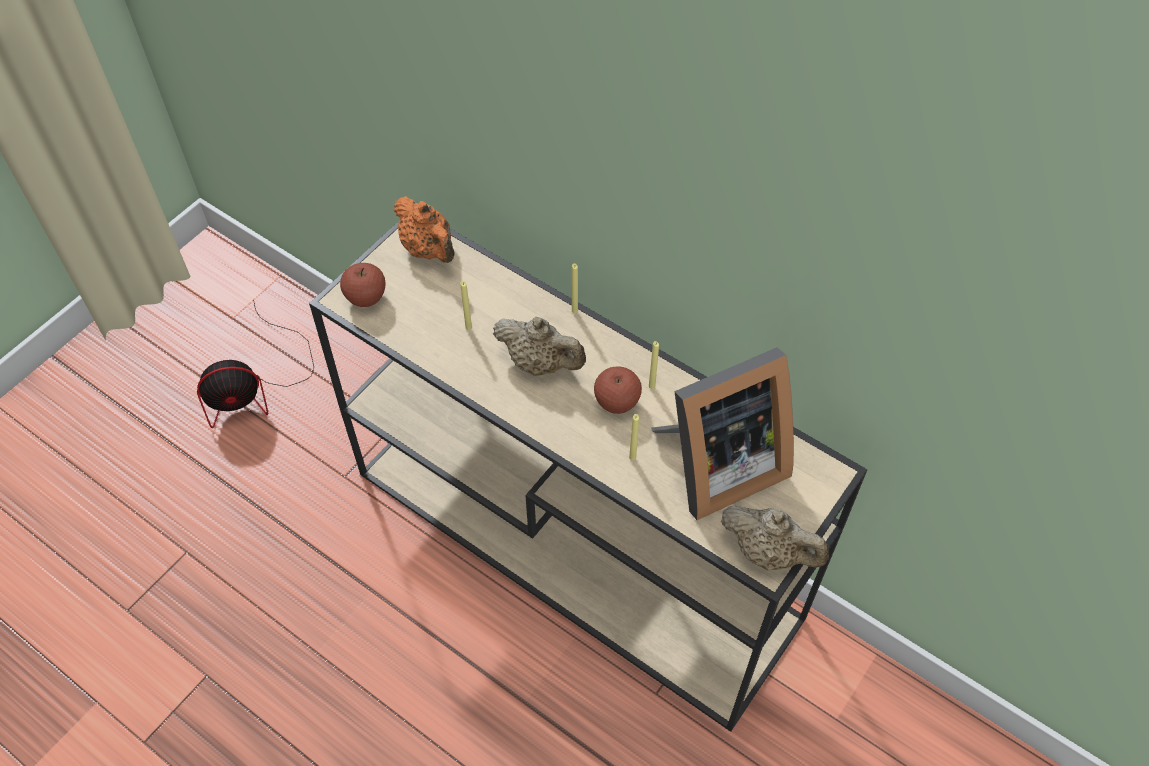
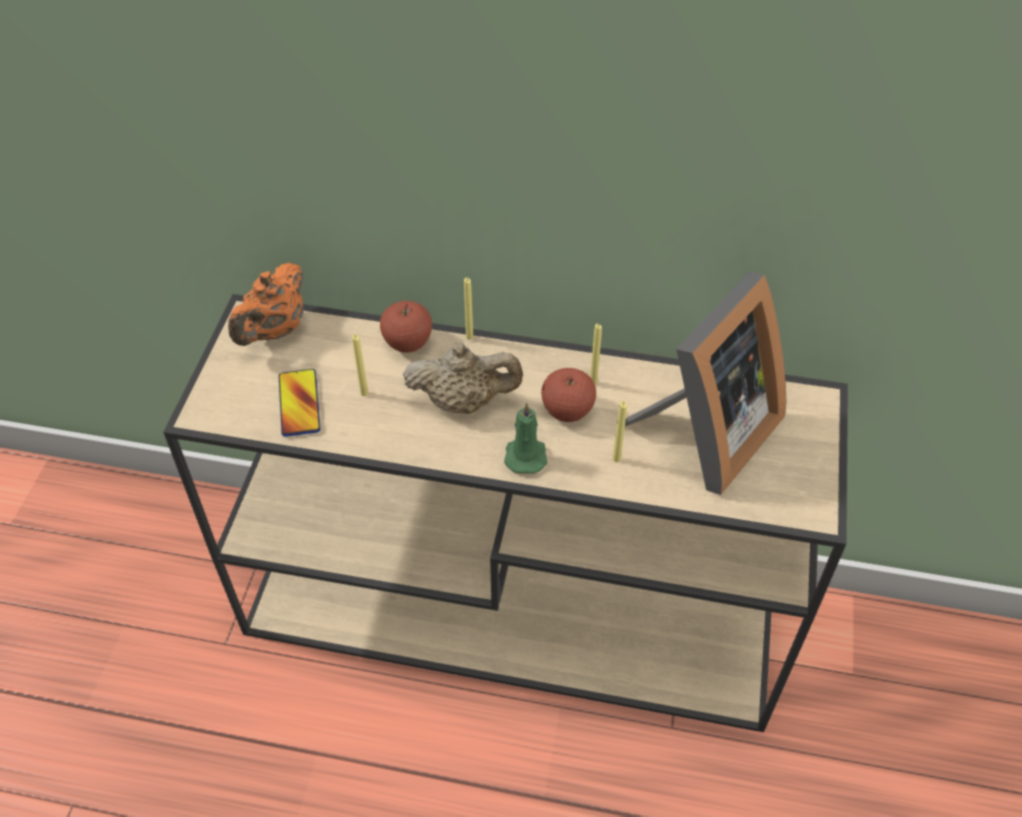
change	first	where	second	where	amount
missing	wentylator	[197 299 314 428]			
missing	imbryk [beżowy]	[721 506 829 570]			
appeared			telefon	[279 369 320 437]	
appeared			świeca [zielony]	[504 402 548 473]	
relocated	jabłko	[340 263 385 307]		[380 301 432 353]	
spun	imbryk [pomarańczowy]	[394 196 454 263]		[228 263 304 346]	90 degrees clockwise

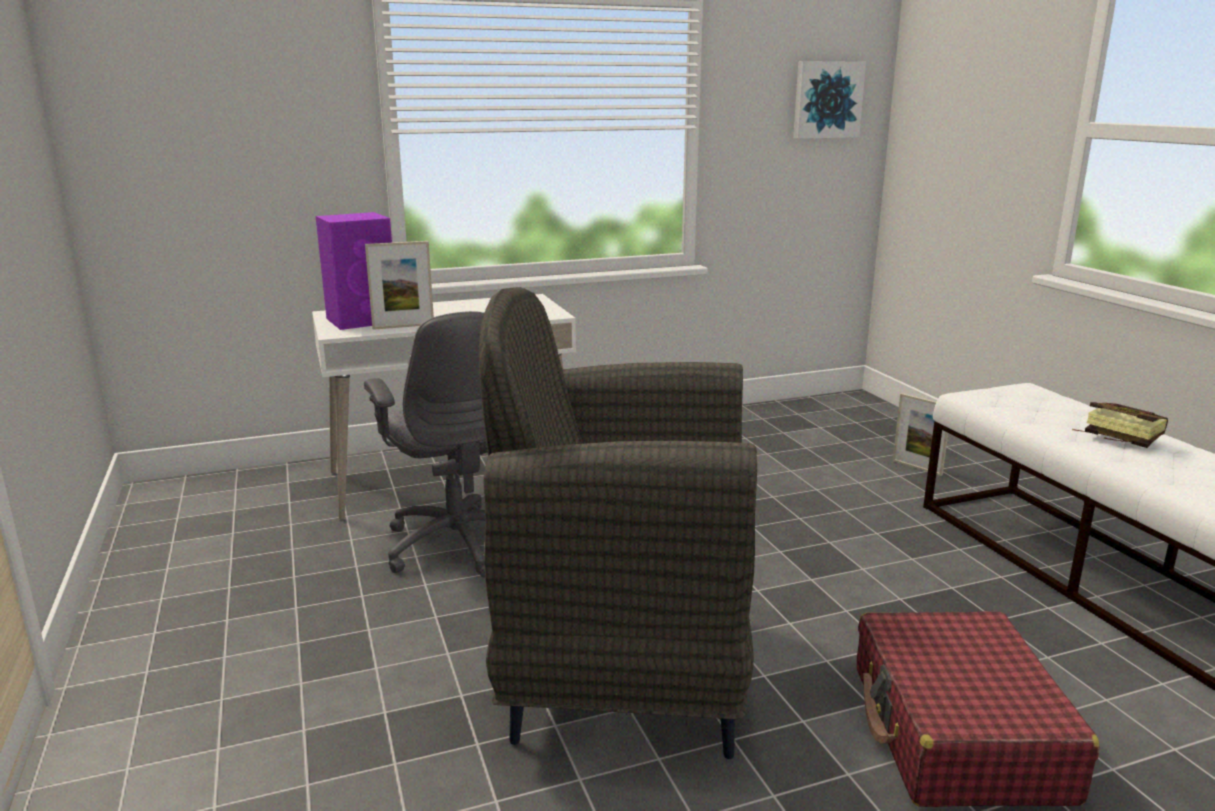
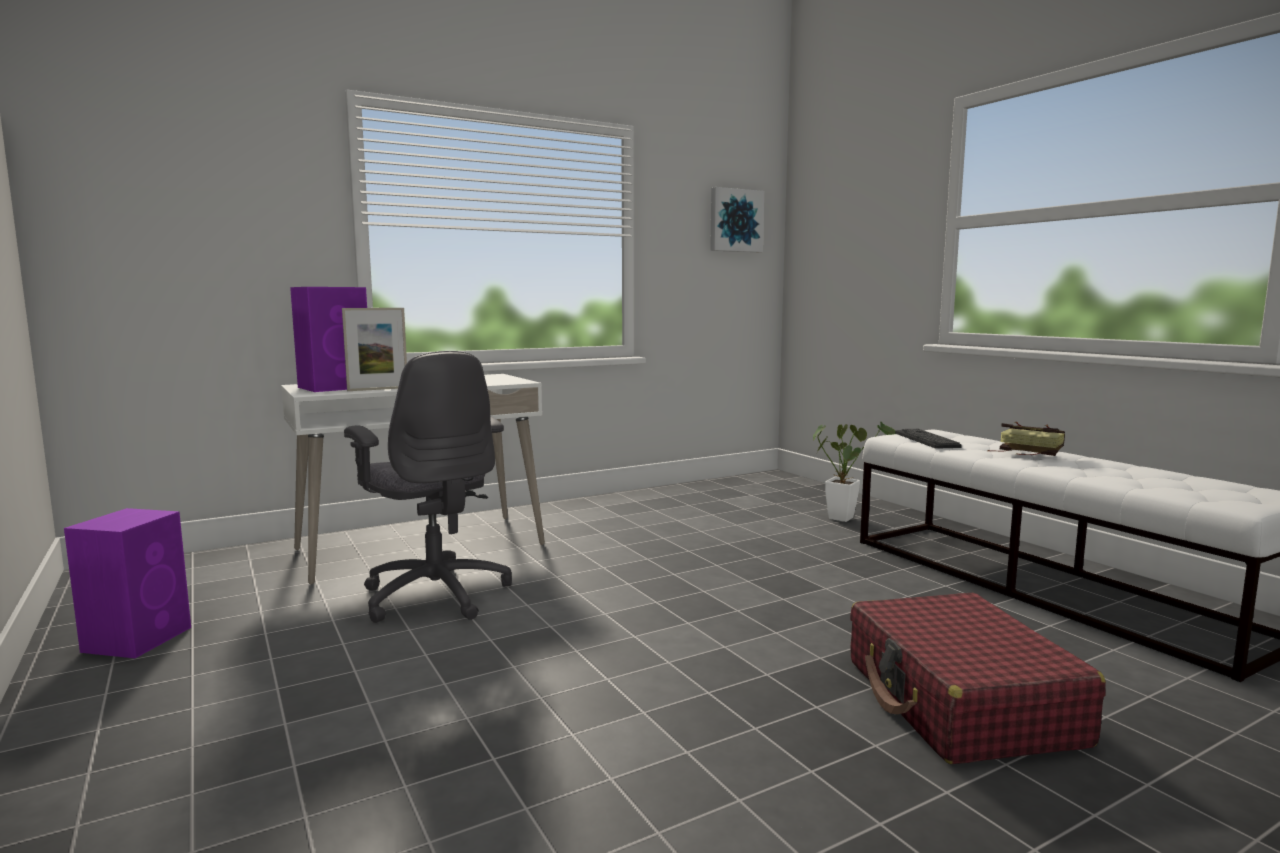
change	first	where	second	where	amount
missing	fotel [szary]	[478 287 757 759]			
appeared			głośnik [fioletowy]	[64 508 191 658]	
appeared			klawiatura	[895 429 962 449]	
exchanged	ramka na zdjęcie	[893 393 948 476]	roślina doniczkowa	[813 422 895 522]	

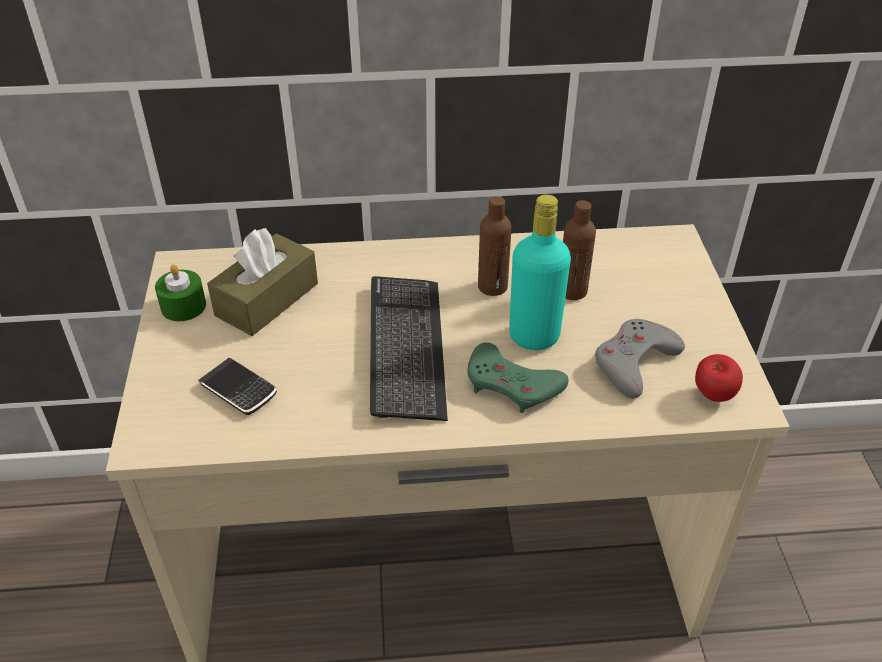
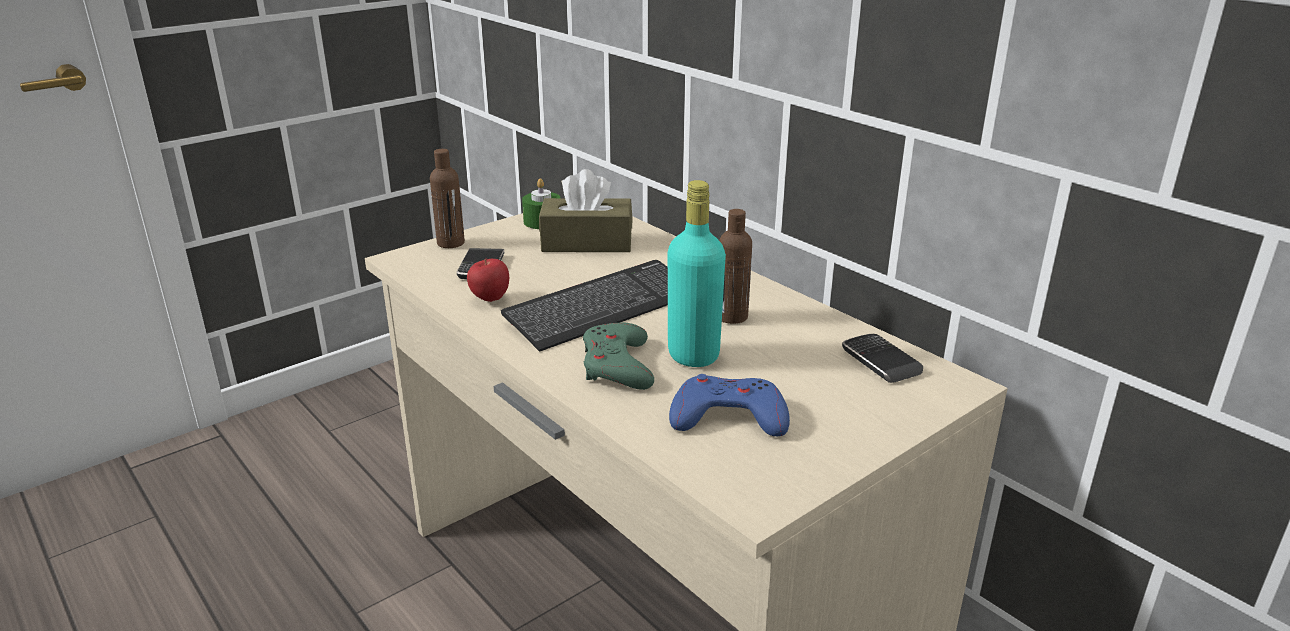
change	first	where	second	where	amount
appeared			telefon	[842 334 923 383]	
relocated	butelka [brązowy]	[563 200 596 300]		[430 149 465 248]	
relocated	jabłko	[695 354 743 402]		[467 259 509 302]	
colour	pad do gier [szary]	[595 319 685 398]	pad do gier [niebieski]	[669 374 790 436]	

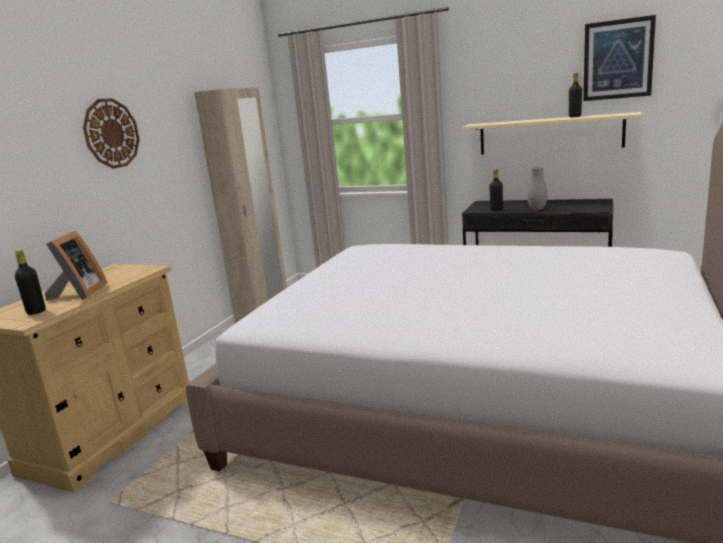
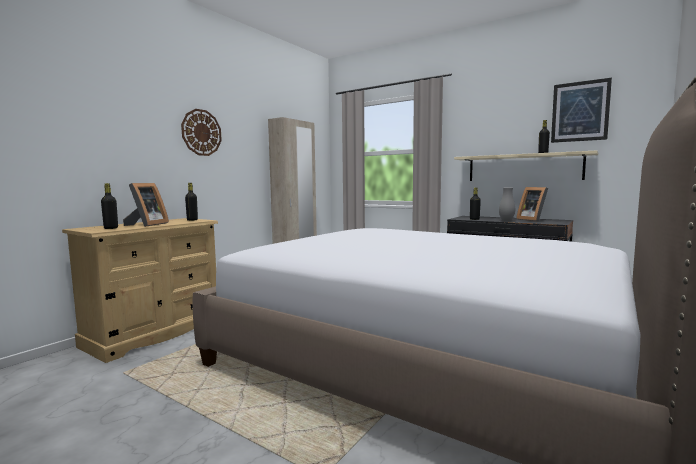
change	first	where	second	where	amount
appeared			butelka [czarny]	[185 183 198 221]	
appeared			ramka na zdjęcie	[516 187 548 222]	

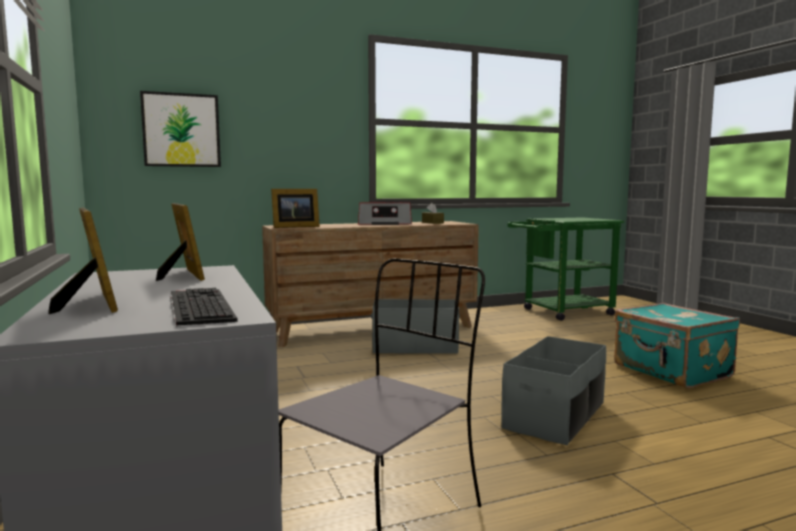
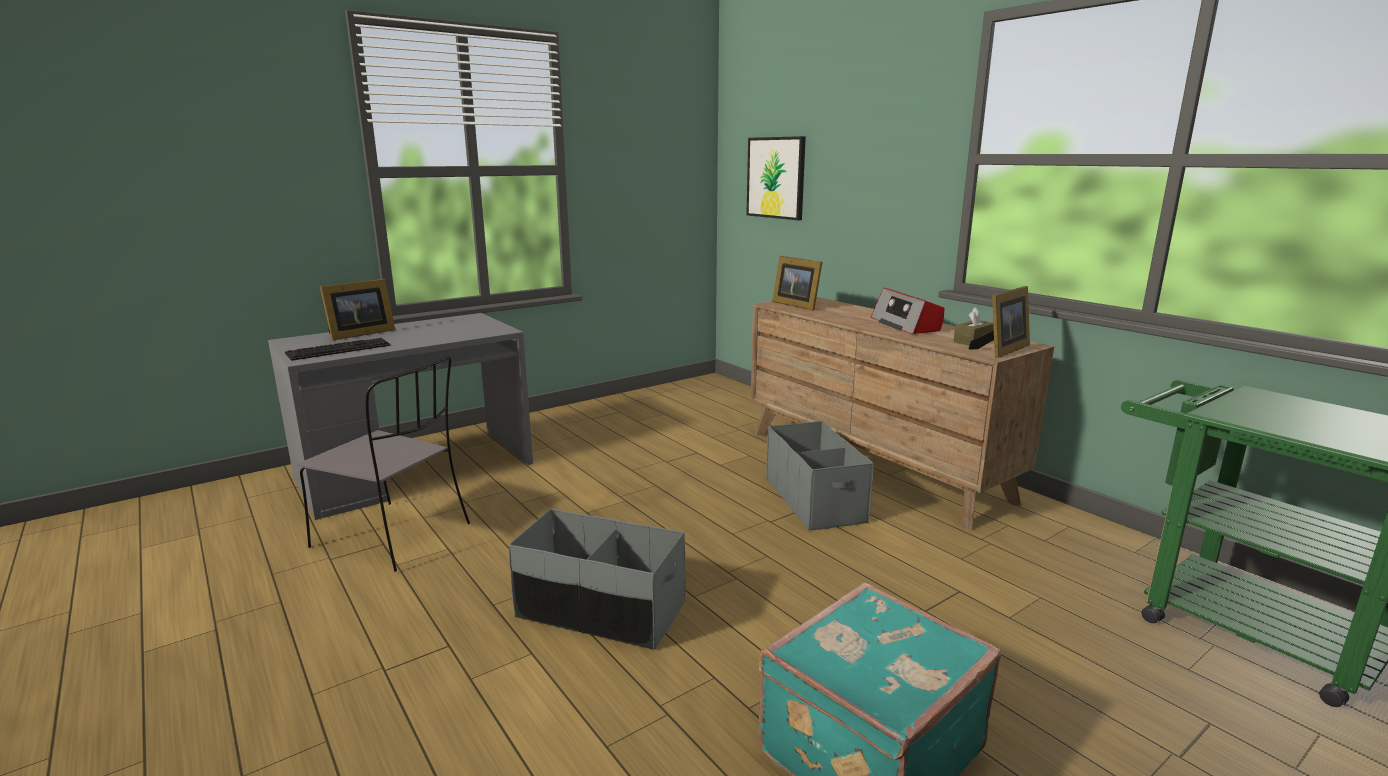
change	first	where	second	where	amount
relocated	ramka na zdjęcie	[156 203 205 281]		[968 286 1030 358]	

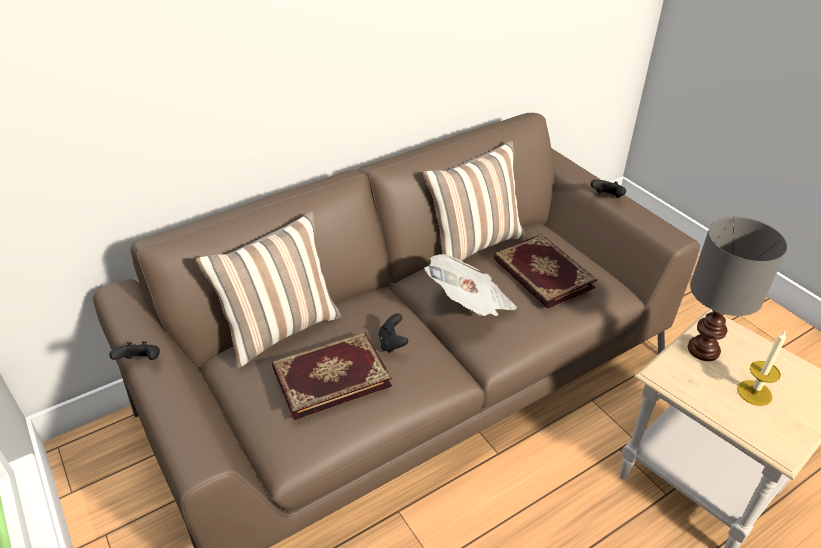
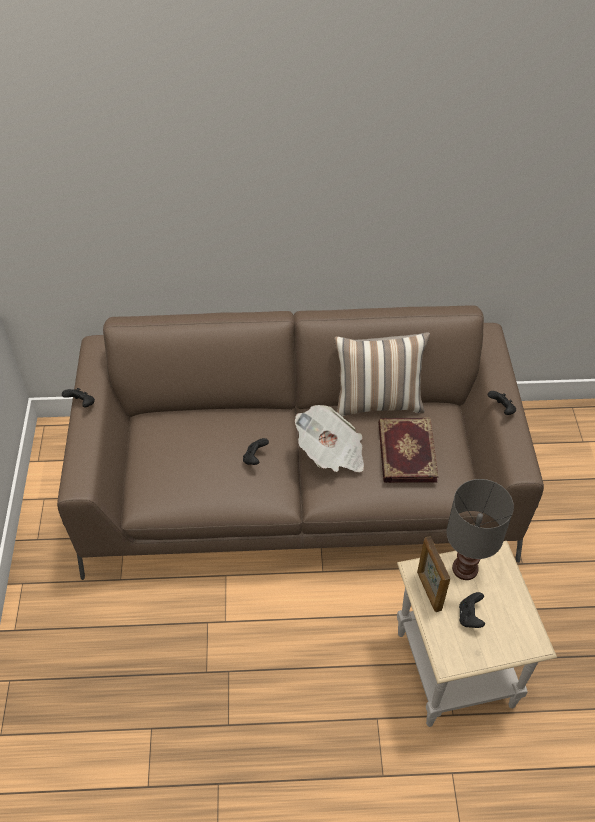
change	first	where	second	where	amount
missing	poduszka	[196 212 341 368]			
missing	książka	[272 332 392 420]			
appeared			ramka na zdjęcie	[417 536 450 612]	
exchanged	świeca	[737 331 786 406]	pad do gier [czarny]	[459 592 485 628]	

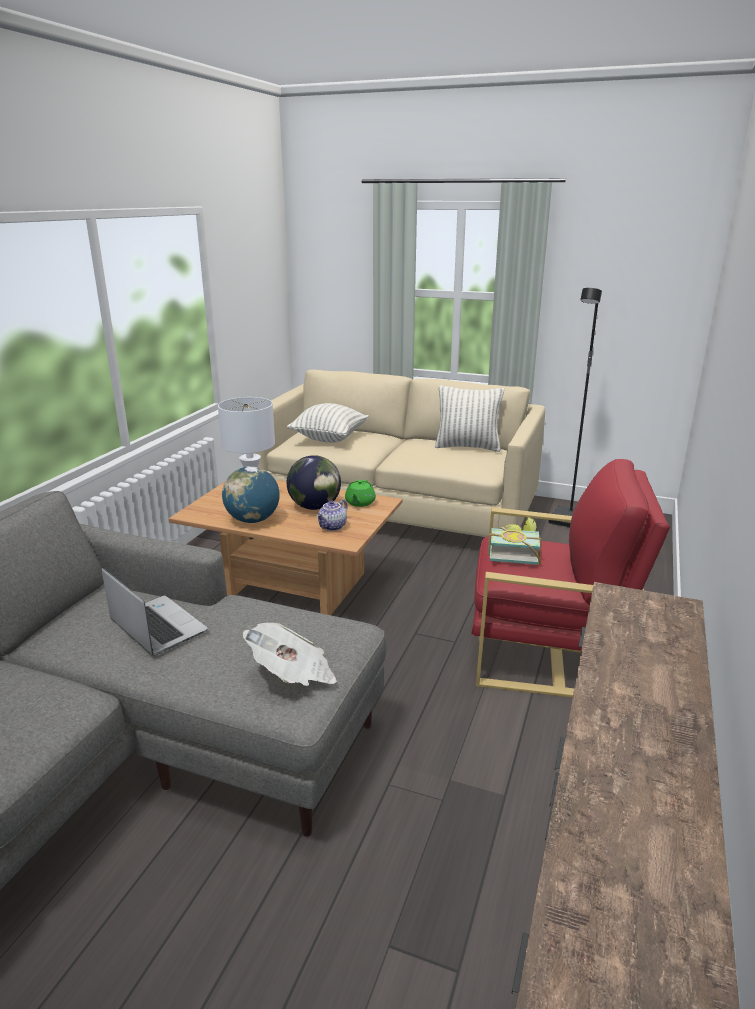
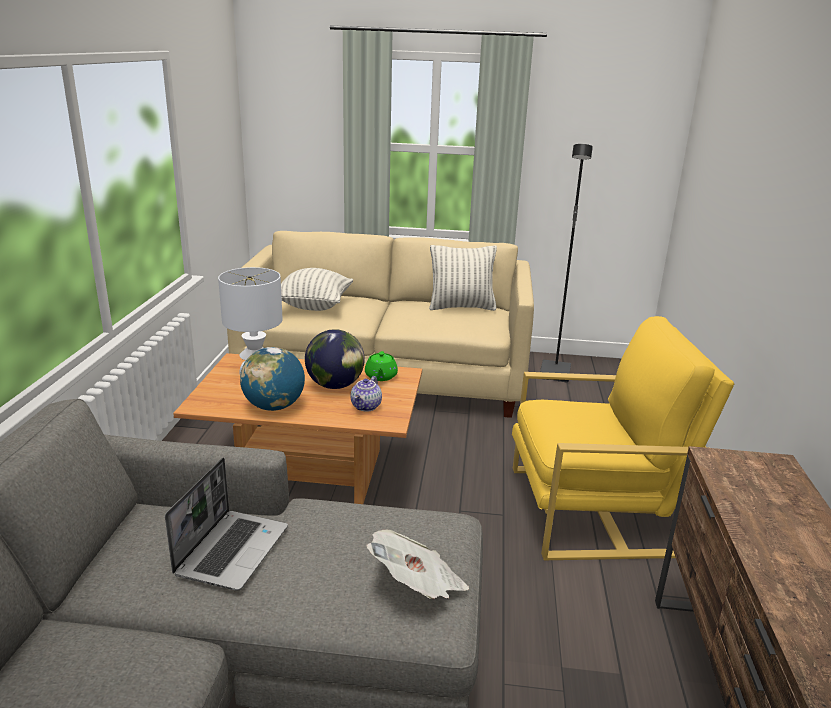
change	first	where	second	where	amount
missing	książka	[488 517 542 565]			
colour	fotel [czerwony]	[471 459 670 698]	fotel [żółty]	[512 316 734 560]	
spun	laptop	[101 568 208 656]		[165 458 288 591]	75 degrees clockwise

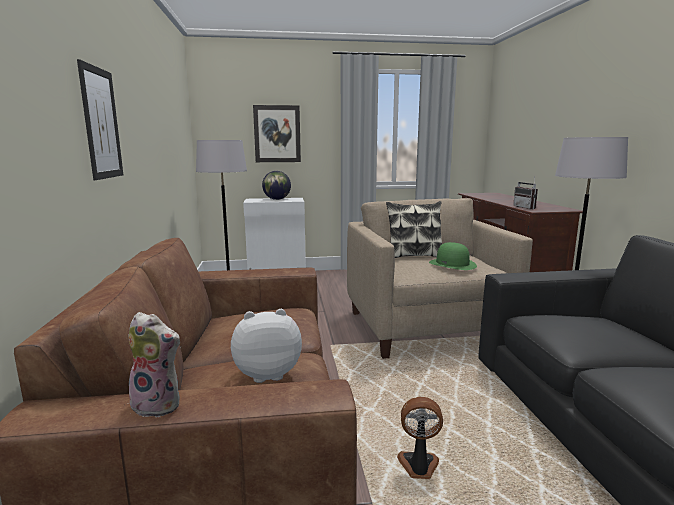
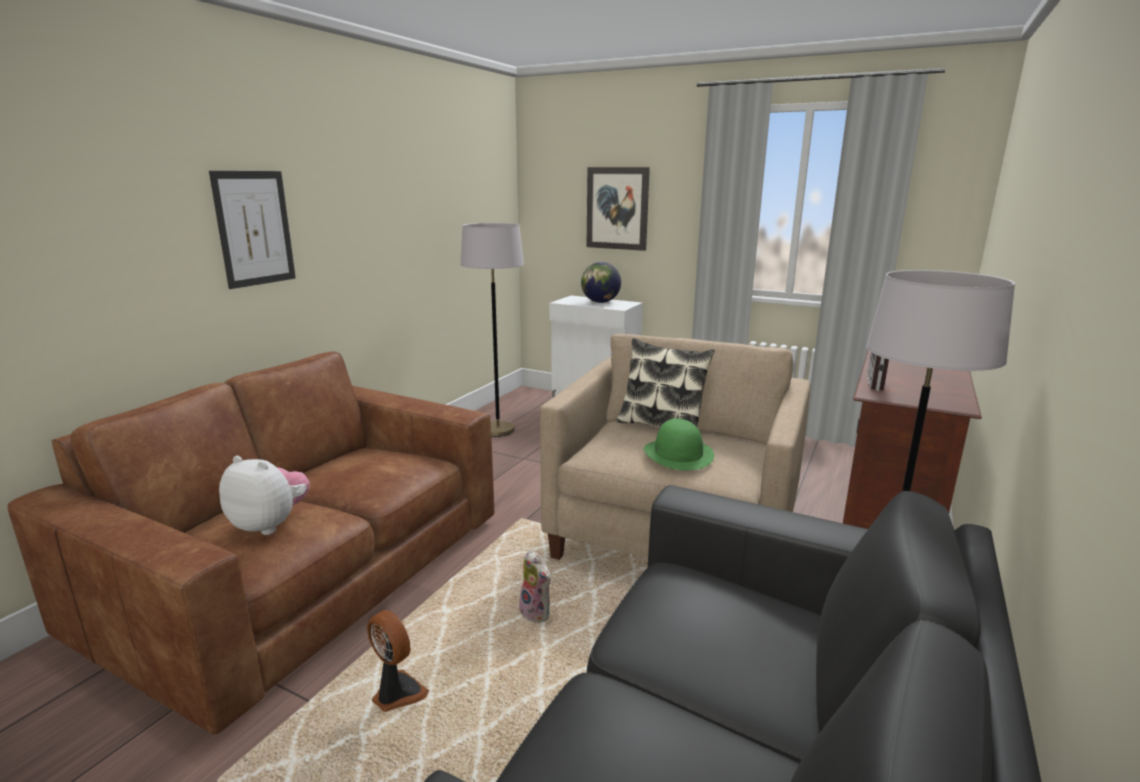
change	first	where	second	where	amount
relocated	pluszak	[128 312 181 418]		[516 550 551 623]	

